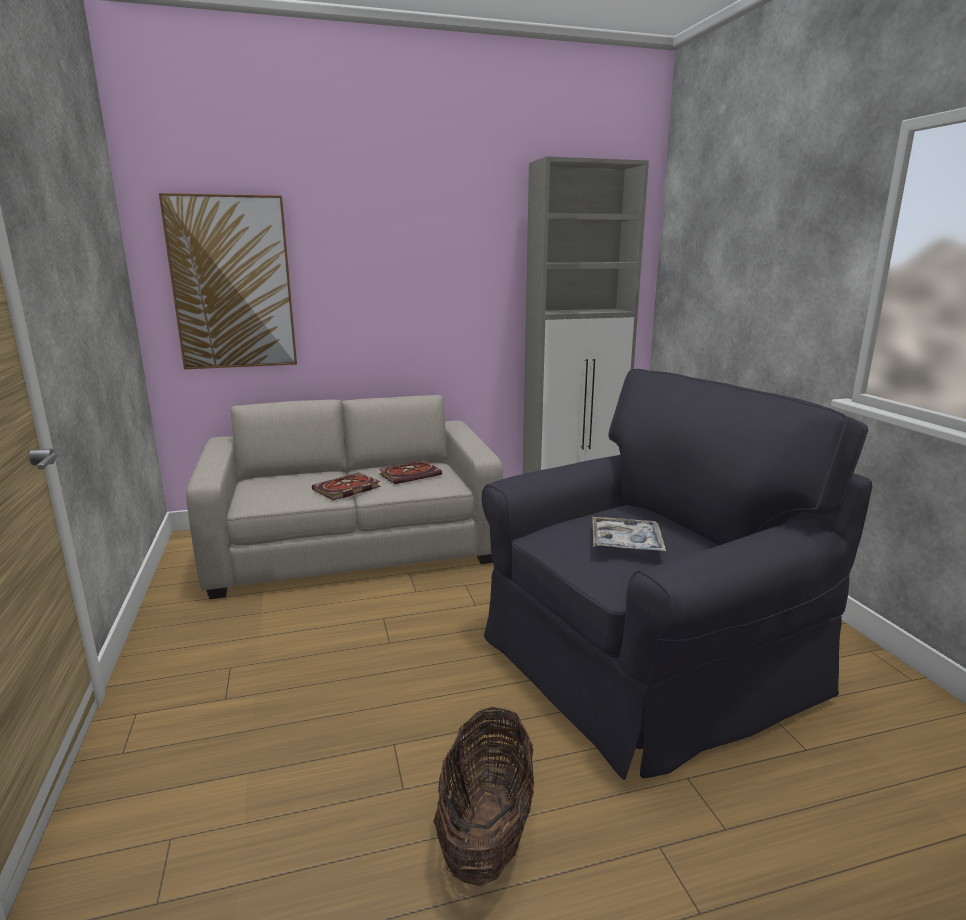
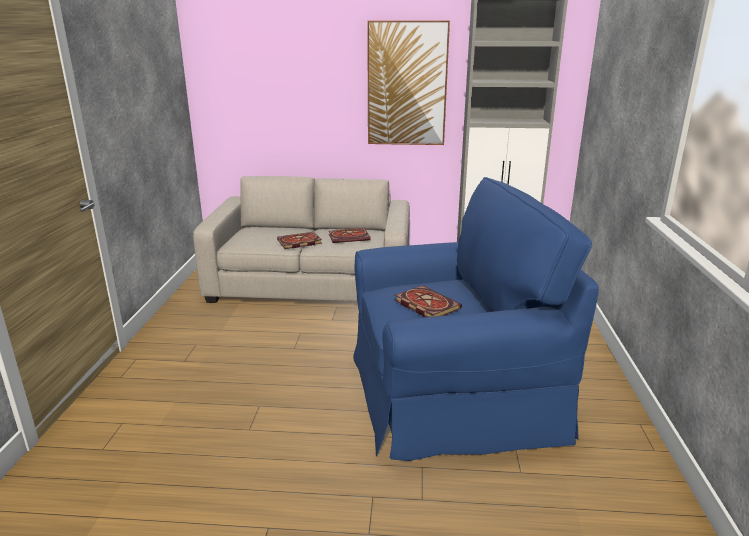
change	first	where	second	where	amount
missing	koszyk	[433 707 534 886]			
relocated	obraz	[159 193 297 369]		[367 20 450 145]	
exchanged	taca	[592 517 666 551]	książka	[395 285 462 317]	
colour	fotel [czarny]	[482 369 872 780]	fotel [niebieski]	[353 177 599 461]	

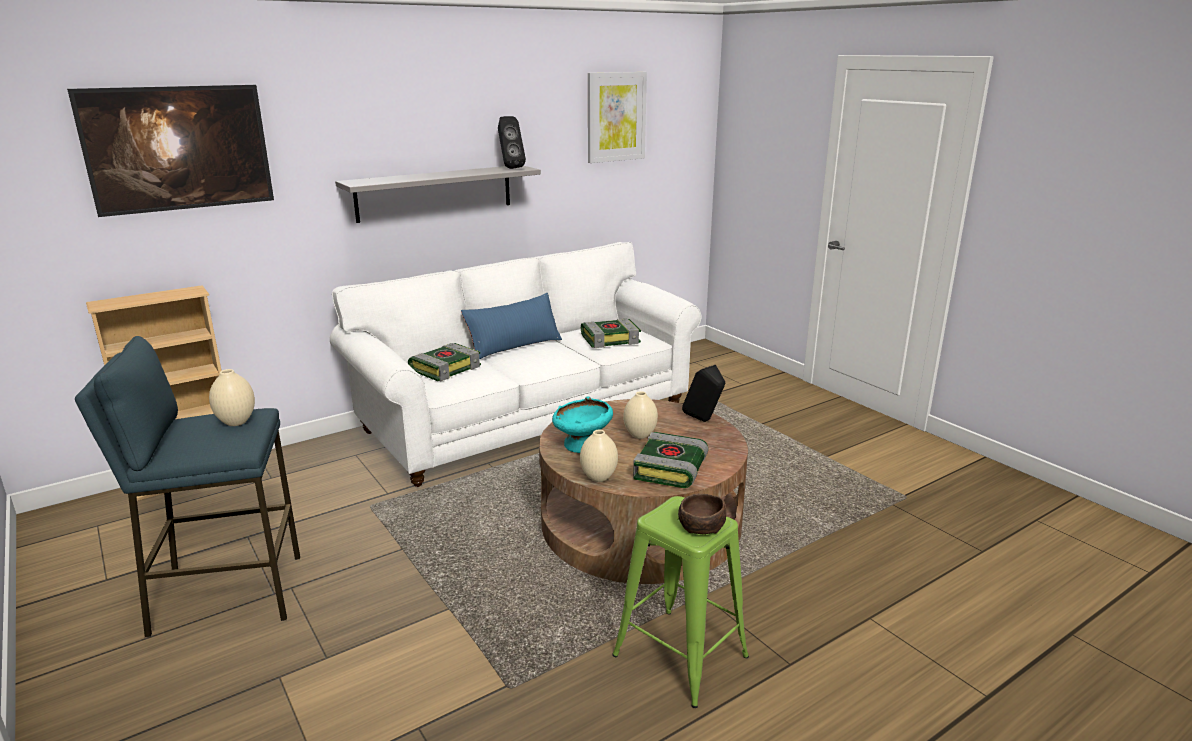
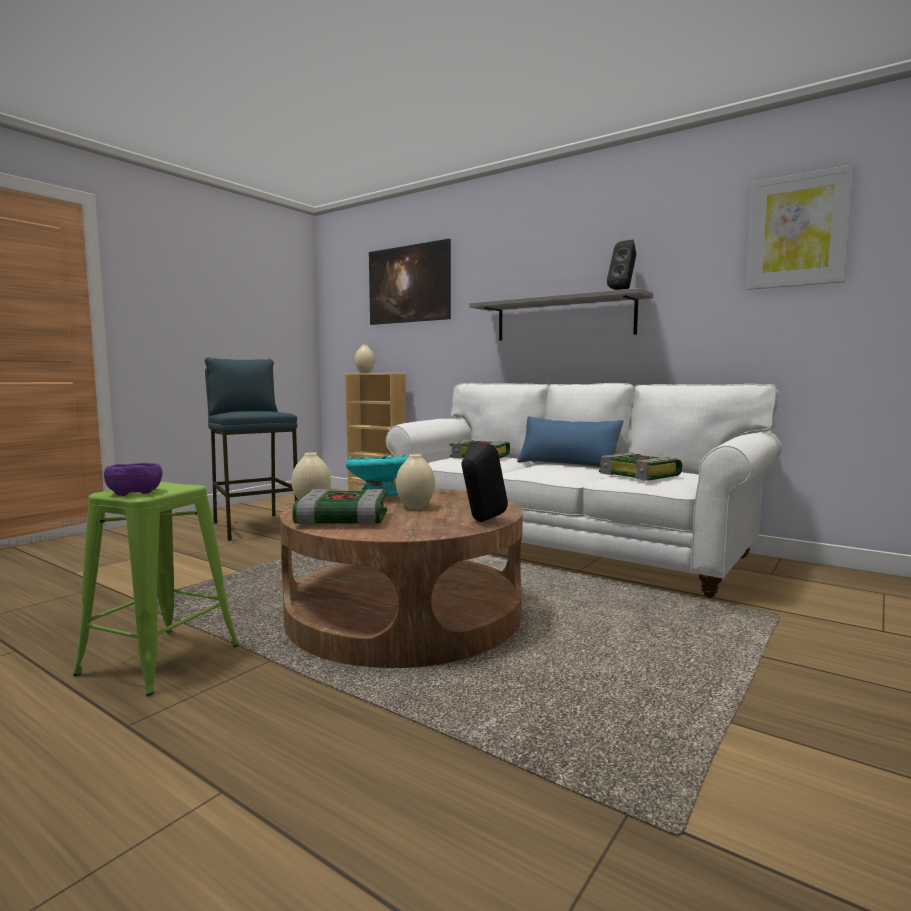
change	first	where	second	where	amount
relocated	wazon [beżowy]	[209 369 255 426]		[355 345 375 373]	
colour	miska [brązowy]	[678 493 726 534]	miska [fioletowy]	[104 463 163 496]	

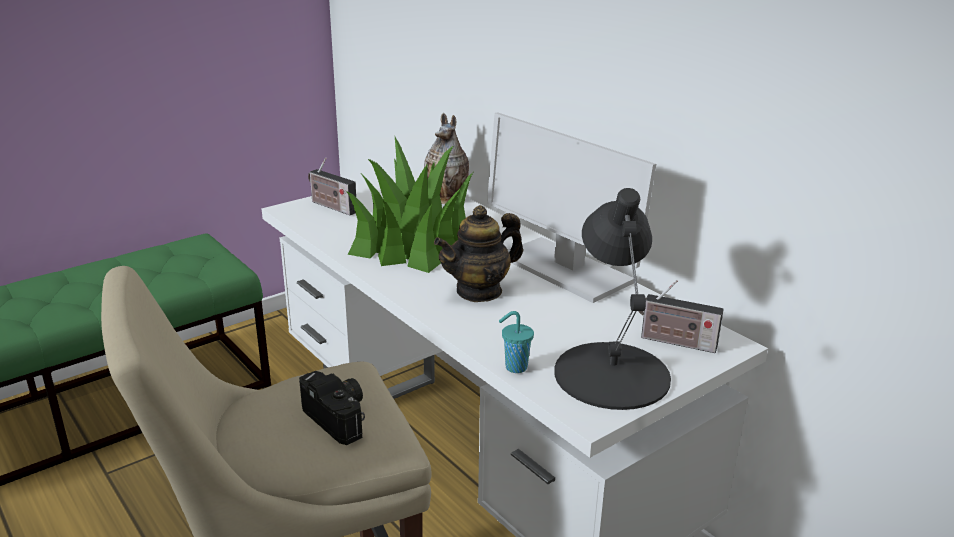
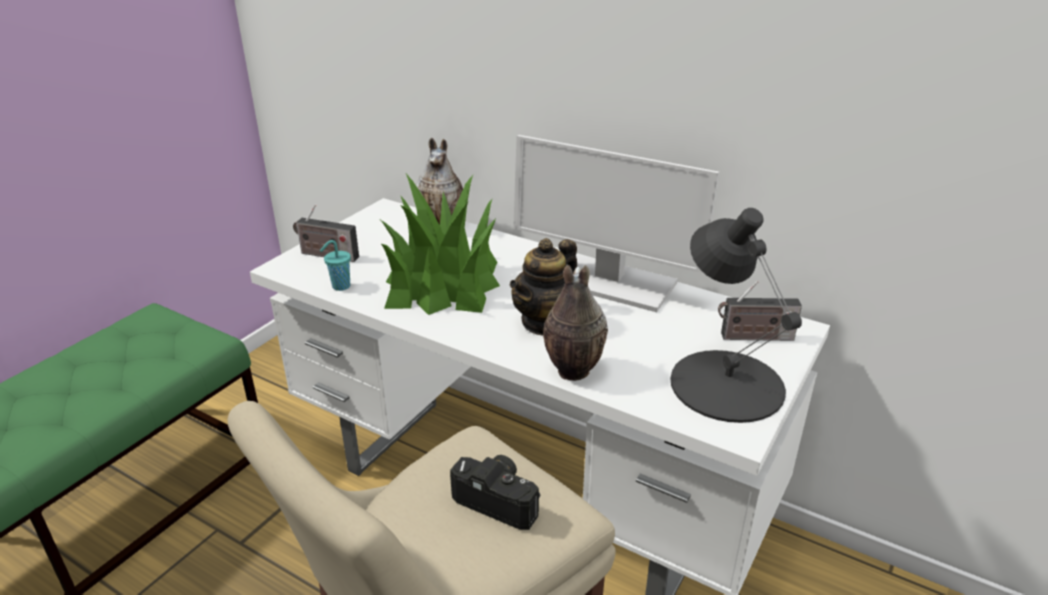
change	first	where	second	where	amount
appeared			wazon	[543 265 608 381]	
relocated	filiżanka [turkusowy]	[499 311 534 373]		[320 240 351 291]	

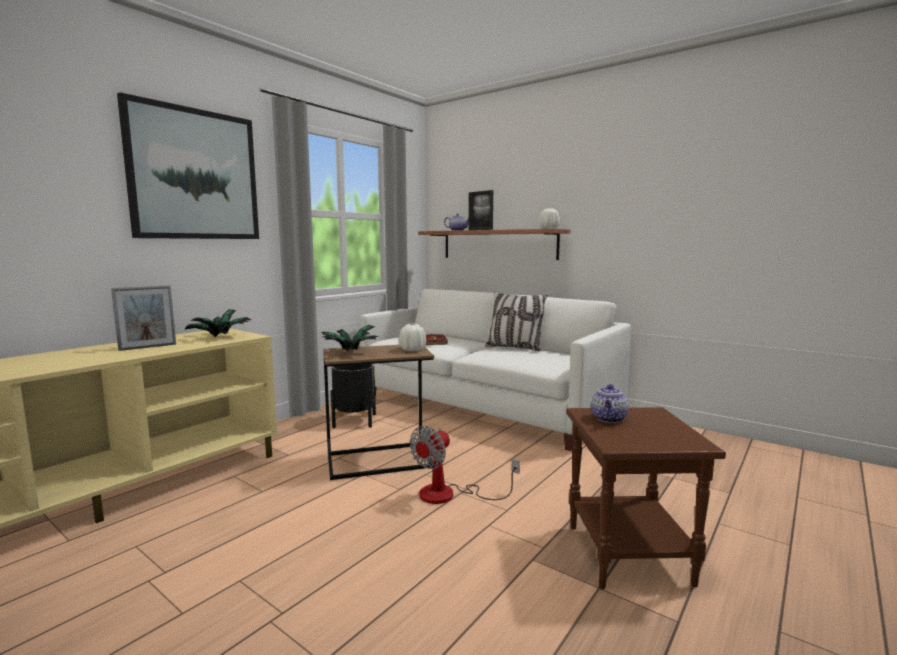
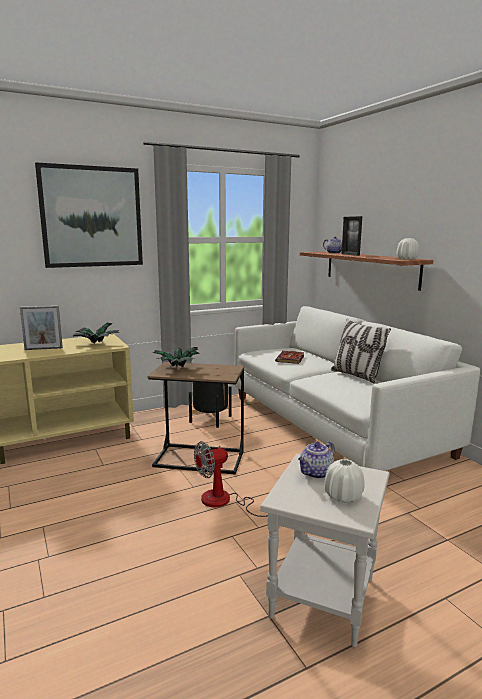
change	first	where	second	where	amount
relocated	wazon [biały]	[399 323 426 351]		[325 459 365 503]	
colour	stolik [brązowy]	[566 407 726 589]	stolik [biały]	[260 454 390 647]	

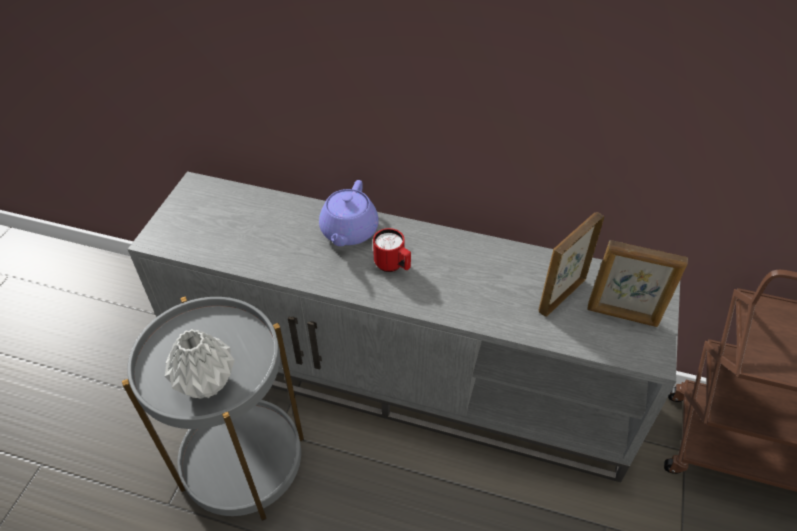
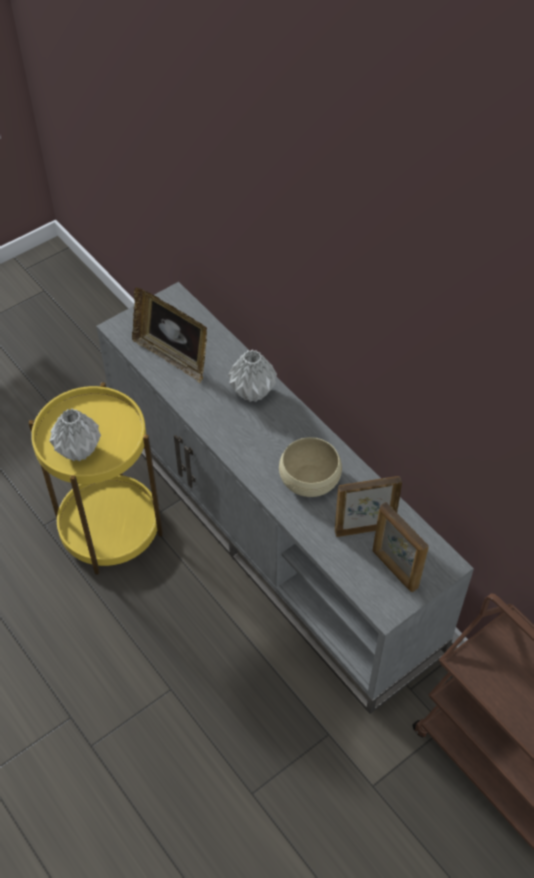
change	first	where	second	where	amount
missing	kubek [czerwony]	[373 228 411 272]			
appeared			ramka na zdjęcie	[132 287 207 383]	
appeared			miska [beżowy]	[279 437 342 497]	
exchanged	imbryk [fioletowy]	[319 180 379 246]	wazon [szary]	[228 350 277 402]	
colour	stolik [szary]	[122 296 304 521]	stolik [żółty]	[29 382 163 575]	

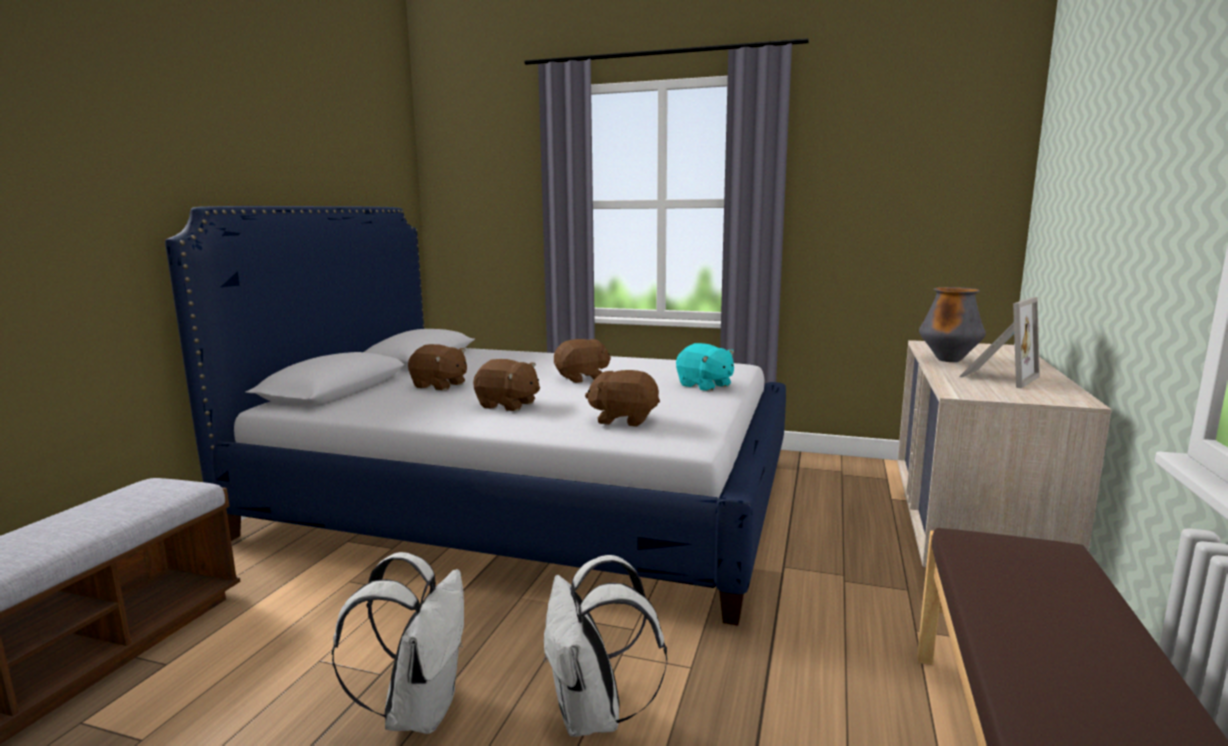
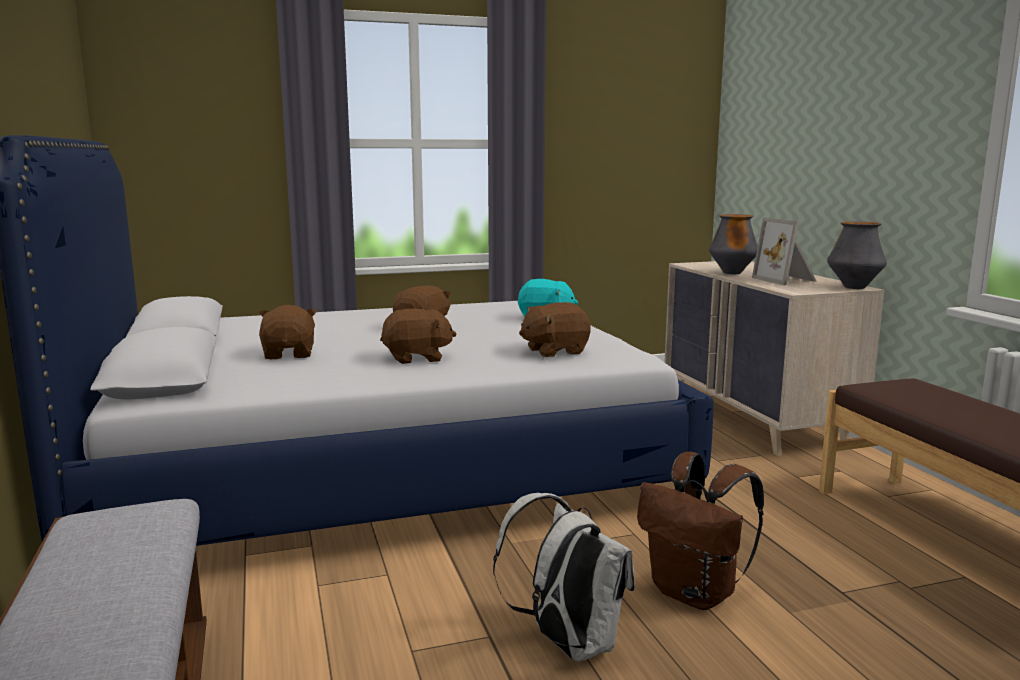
change	first	where	second	where	amount
appeared			wazon	[827 221 887 289]	
colour	plecak [biały]	[544 555 667 737]	plecak [brązowy]	[637 452 764 610]	
spun	pluszak [brązowy]	[408 344 467 391]		[259 305 317 359]	90 degrees counterclockwise
spun	ramka na zdjęcie	[959 297 1040 388]		[752 217 817 285]	150 degrees clockwise

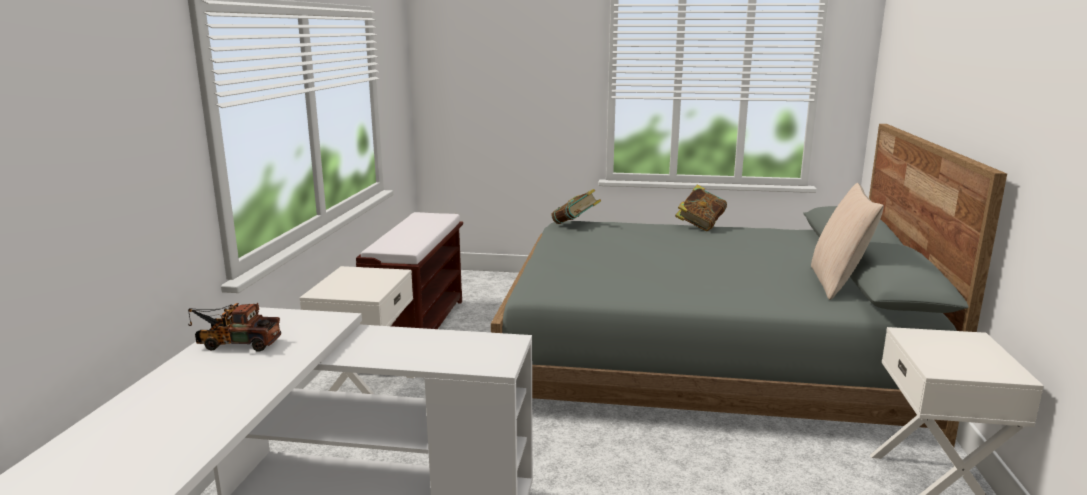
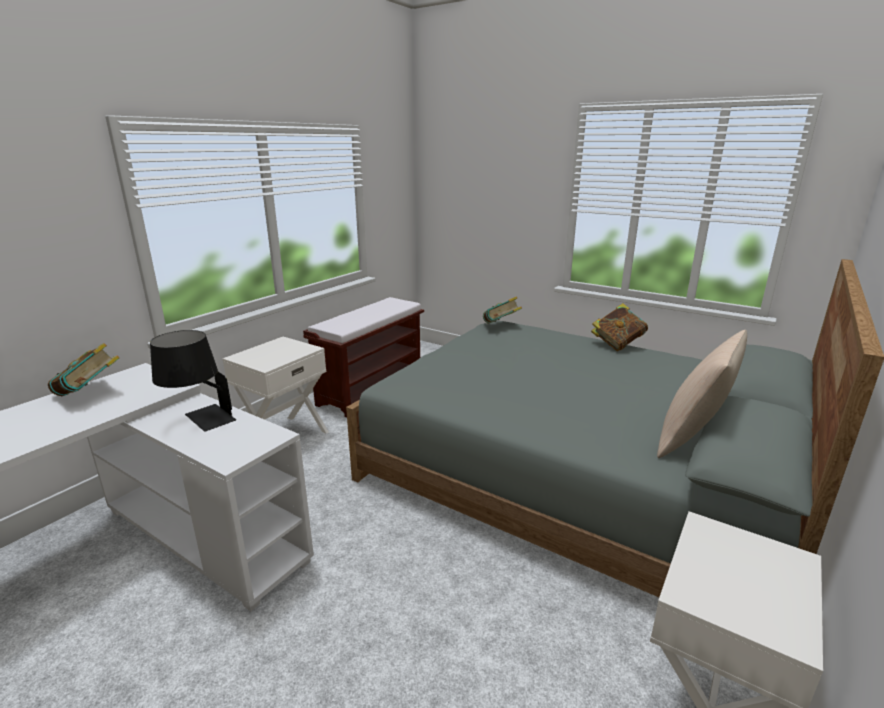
change	first	where	second	where	amount
appeared			lampa stołowa [czarny]	[150 330 236 432]	
exchanged	ciężarówka zabawkowa	[188 303 281 351]	książka	[48 343 120 396]	

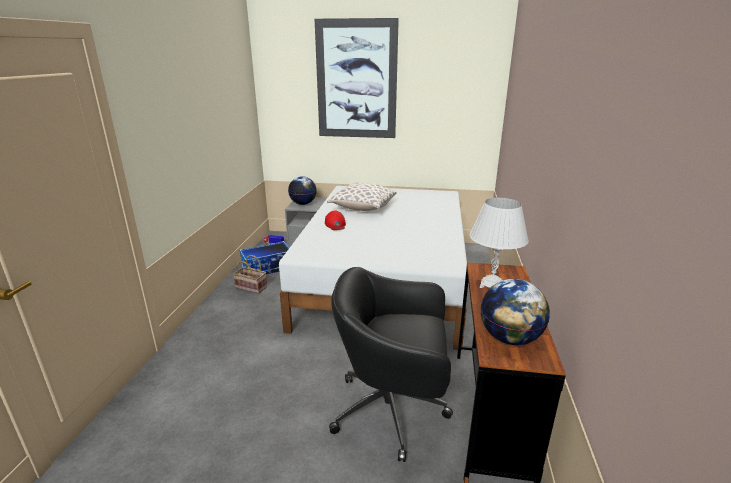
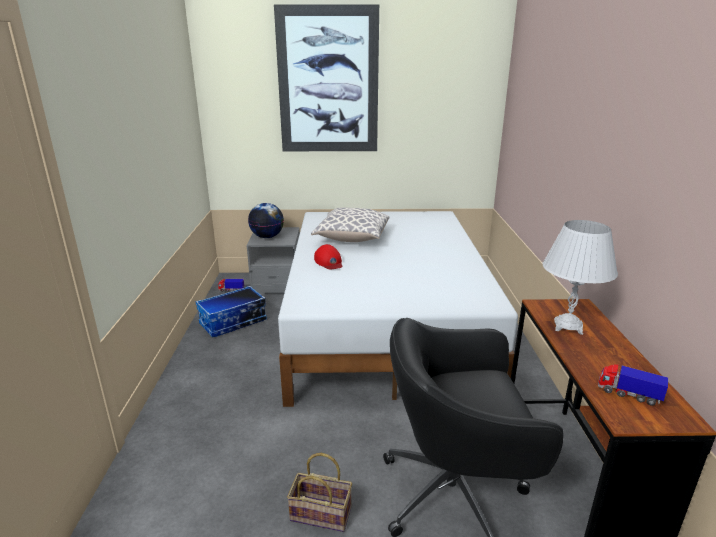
change	first	where	second	where	amount
relocated	koszyk	[233 255 267 294]		[287 453 352 532]	
exchanged	globus	[480 279 550 345]	ciężarówka zabawkowa	[598 364 668 406]	

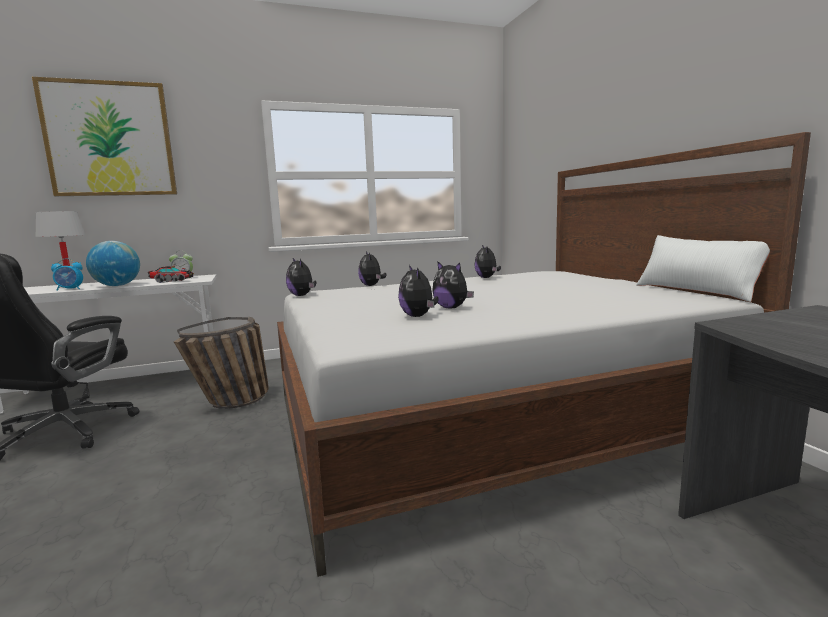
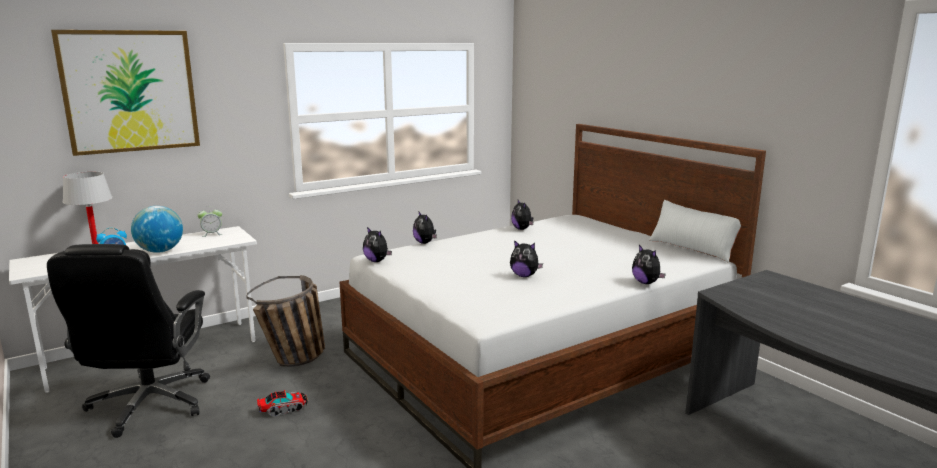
change	first	where	second	where	amount
relocated	ciężarówka zabawkowa	[147 266 194 283]		[257 390 308 417]	
relocated	pluszak	[398 265 438 317]		[632 245 666 284]	

